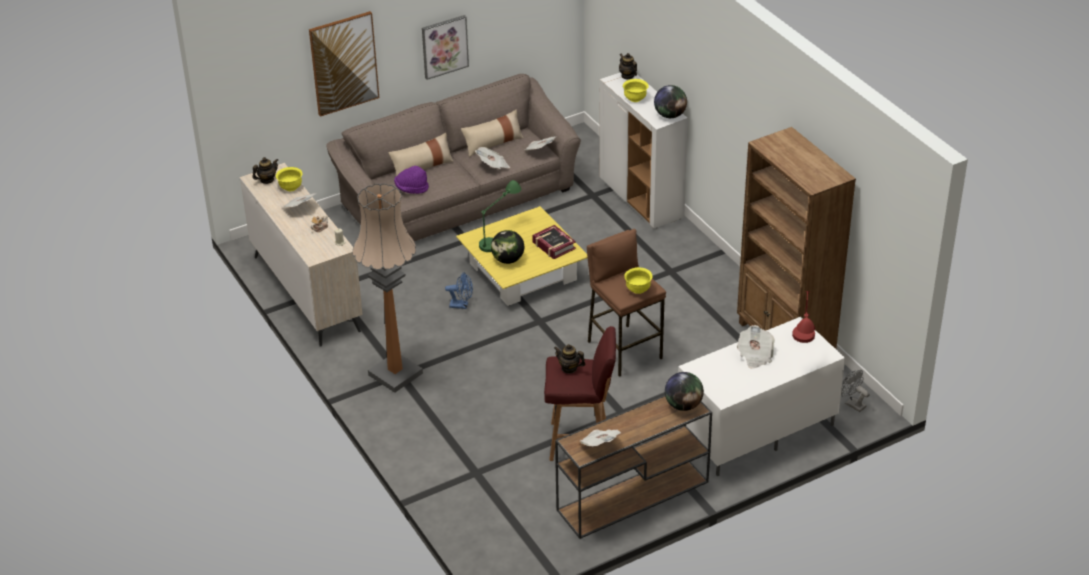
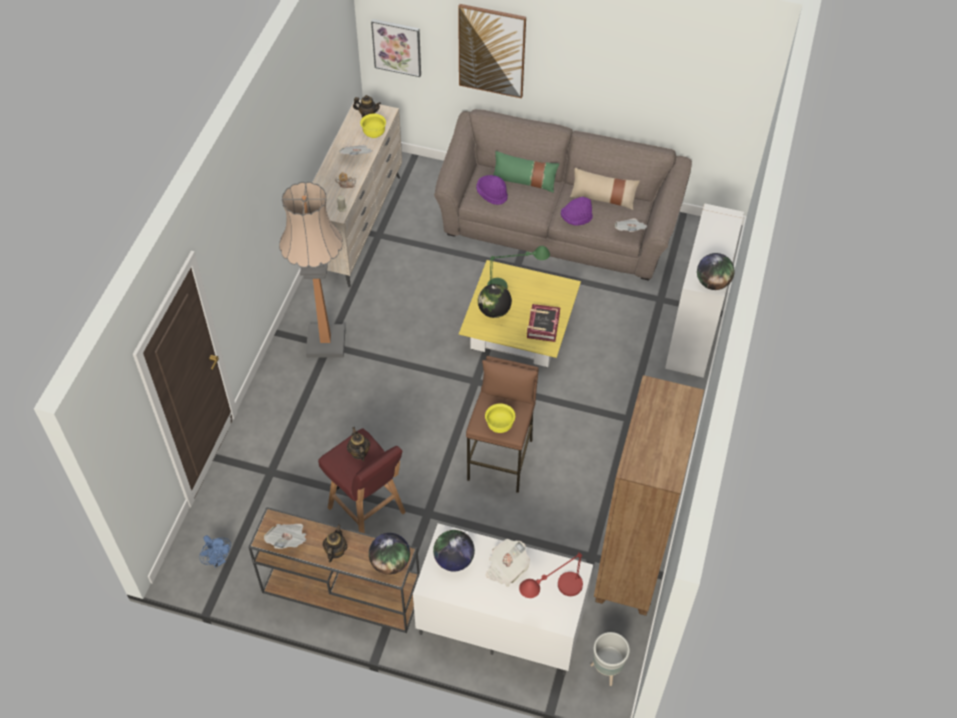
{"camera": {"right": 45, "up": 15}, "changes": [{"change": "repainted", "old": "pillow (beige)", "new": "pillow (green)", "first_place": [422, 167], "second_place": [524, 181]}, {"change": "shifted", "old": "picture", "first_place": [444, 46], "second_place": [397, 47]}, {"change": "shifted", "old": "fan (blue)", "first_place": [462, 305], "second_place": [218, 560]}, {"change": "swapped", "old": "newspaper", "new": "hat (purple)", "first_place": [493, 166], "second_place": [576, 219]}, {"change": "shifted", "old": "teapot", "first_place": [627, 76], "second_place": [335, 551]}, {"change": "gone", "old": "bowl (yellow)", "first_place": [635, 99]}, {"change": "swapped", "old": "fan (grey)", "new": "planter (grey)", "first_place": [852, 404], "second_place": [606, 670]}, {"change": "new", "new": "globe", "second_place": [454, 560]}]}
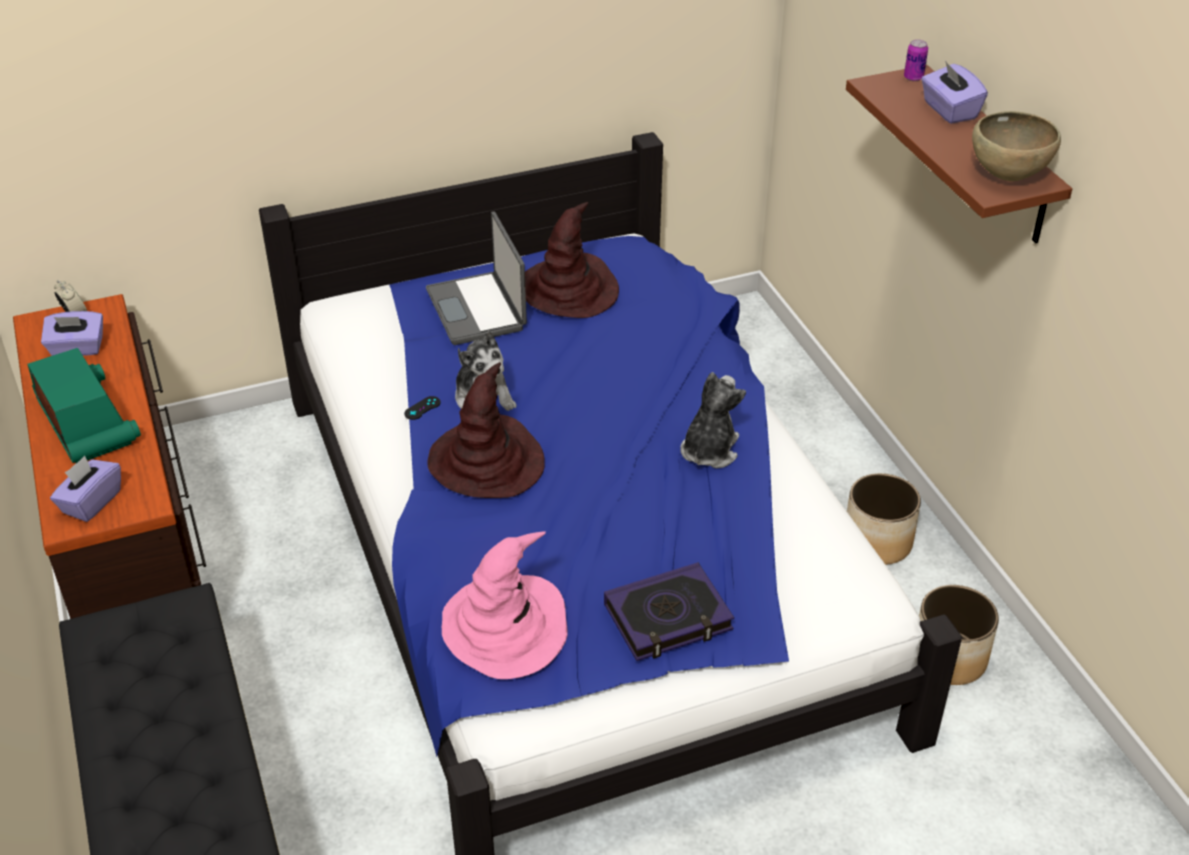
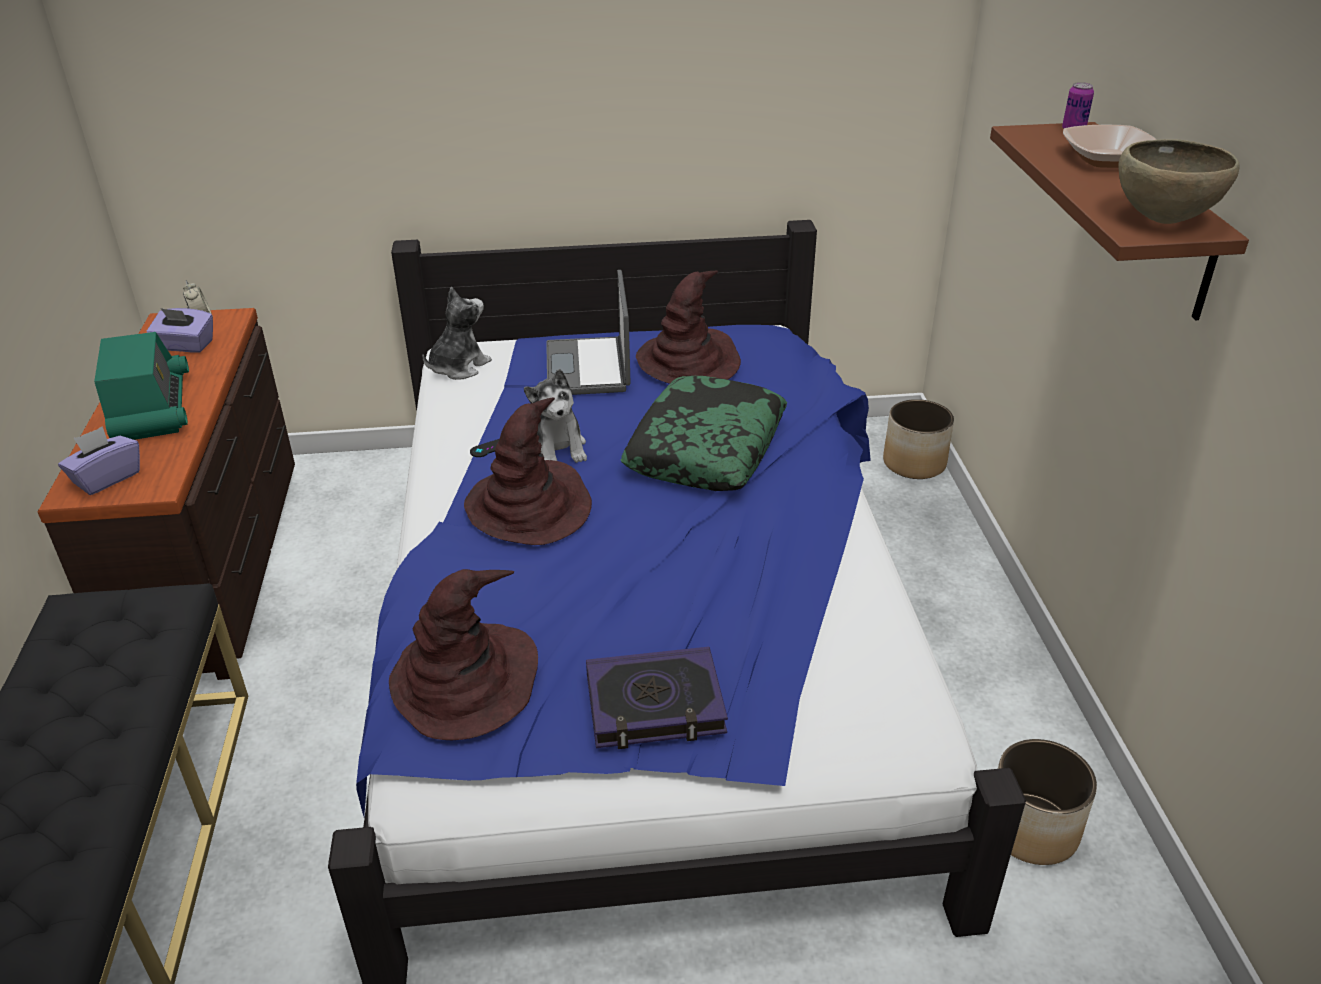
{"camera": {"right": 15, "up": -5}, "changes": [{"change": "repainted", "old": "hat (pink)", "new": "hat (brown)", "first_place": [505, 627], "second_place": [465, 681]}, {"change": "shifted", "old": "plush toy", "first_place": [709, 450], "second_place": [458, 367]}, {"change": "shifted", "old": "planter", "first_place": [877, 542], "second_place": [914, 463]}, {"change": "swapped", "old": "tissue box (purple)", "new": "bowl", "first_place": [949, 110], "second_place": [1107, 159]}, {"change": "new", "new": "pillow", "second_place": [705, 448]}]}
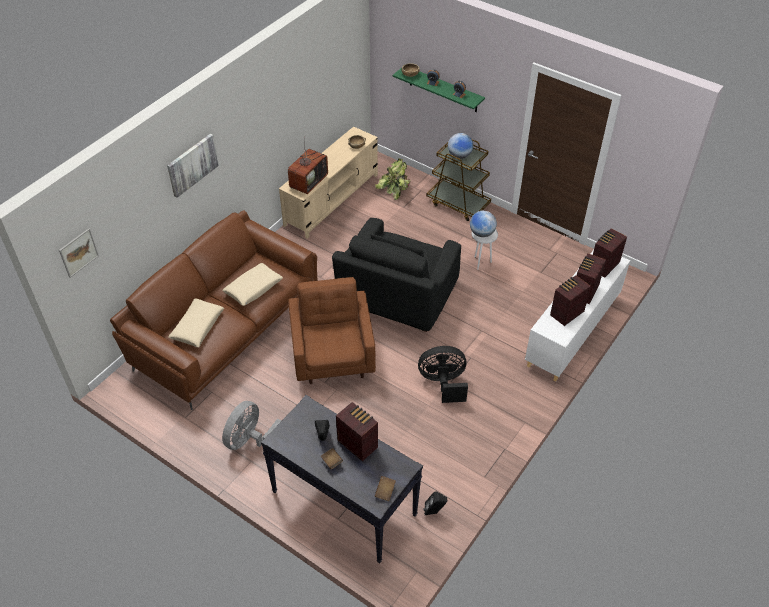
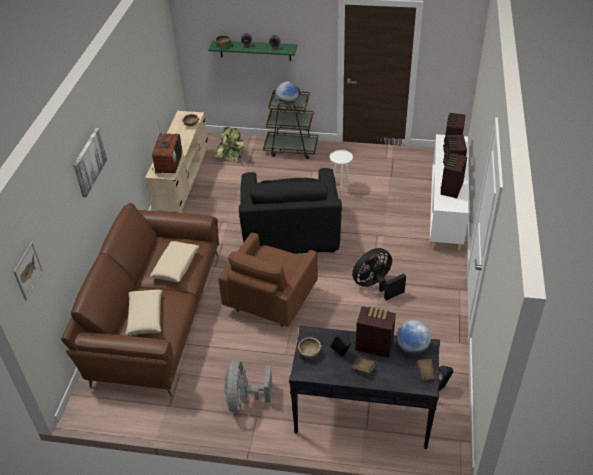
{"camera": {"right": -25, "up": -5}, "changes": [{"change": "rotated", "old": "armchair (brown)", "first_place": [333, 356], "second_place": [270, 300], "degrees": -120}, {"change": "shifted", "old": "globe", "first_place": [482, 233], "second_place": [412, 347]}, {"change": "new", "new": "bowl (brown)", "second_place": [309, 352]}]}
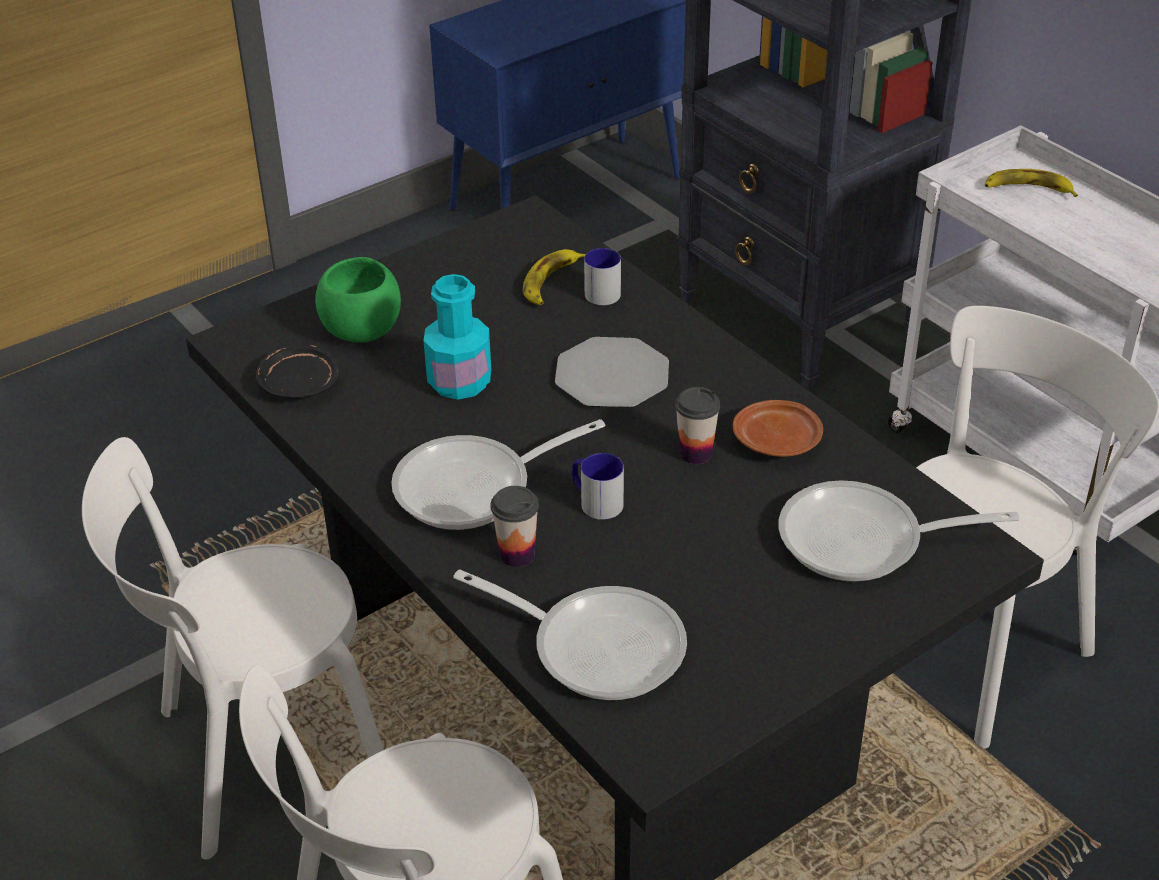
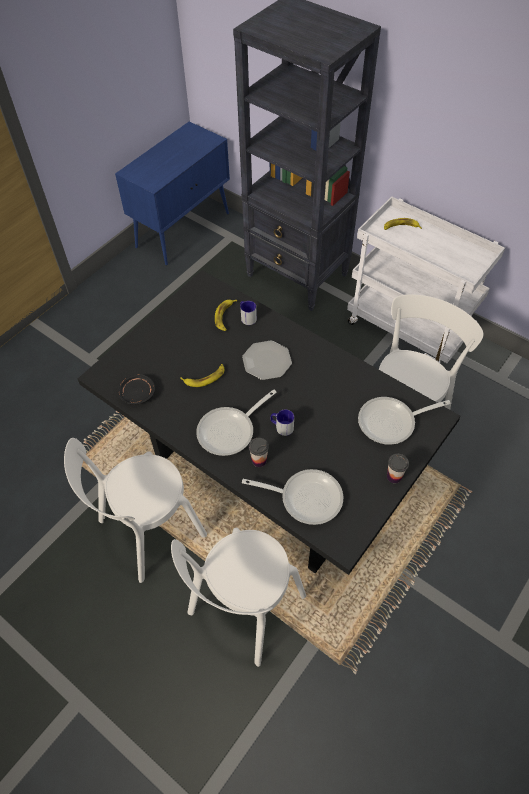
{"camera": {"right": -15, "up": 15}, "changes": [{"change": "gone", "old": "bowl (green)", "first_place": [361, 331]}, {"change": "swapped", "old": "bottle (turquoise)", "new": "banana", "first_place": [459, 382], "second_place": [205, 377]}, {"change": "shifted", "old": "cup", "first_place": [695, 453], "second_place": [394, 476]}, {"change": "gone", "old": "plate (brown)", "first_place": [778, 441]}]}
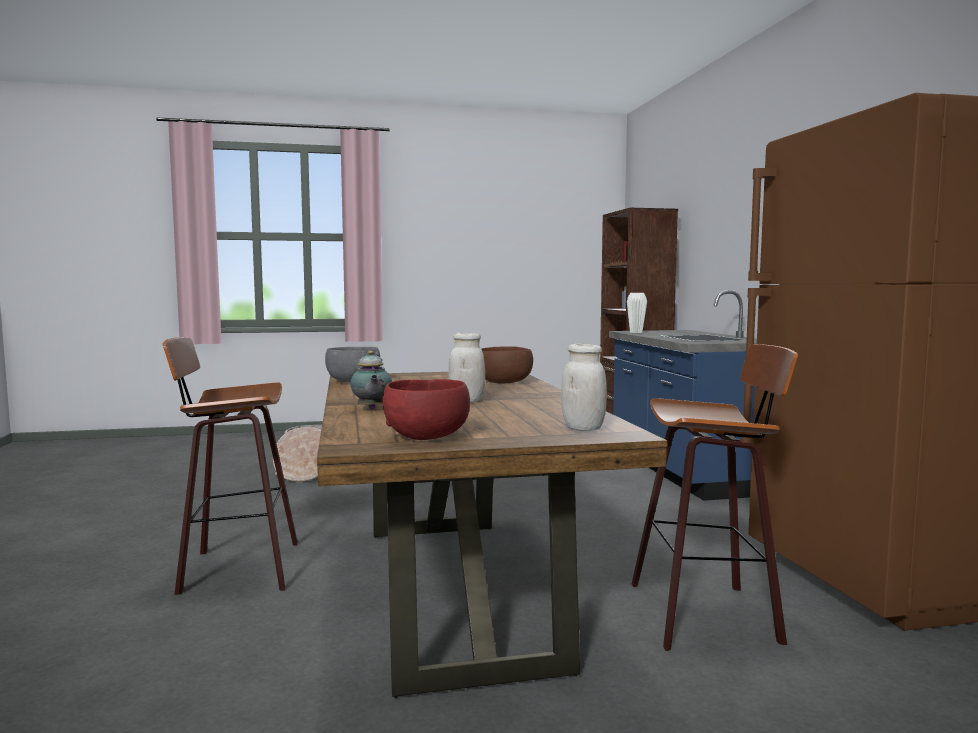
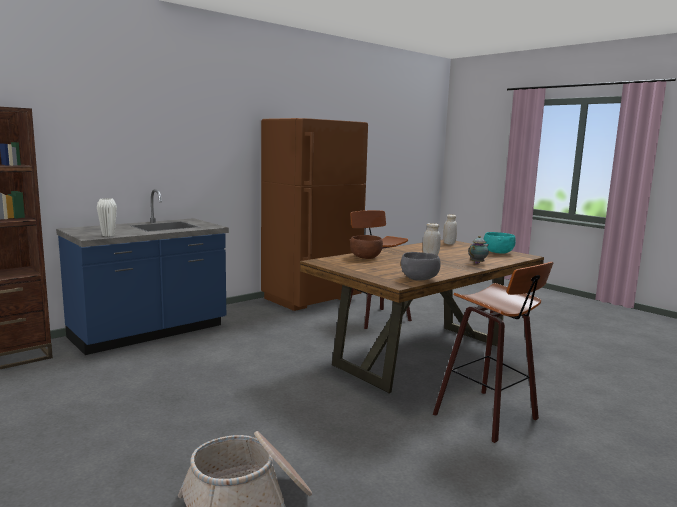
{"camera": {"right": -120, "up": 5}, "changes": [{"change": "repainted", "old": "bowl (red)", "new": "bowl (turquoise)", "first_place": [428, 436], "second_place": [497, 252]}]}
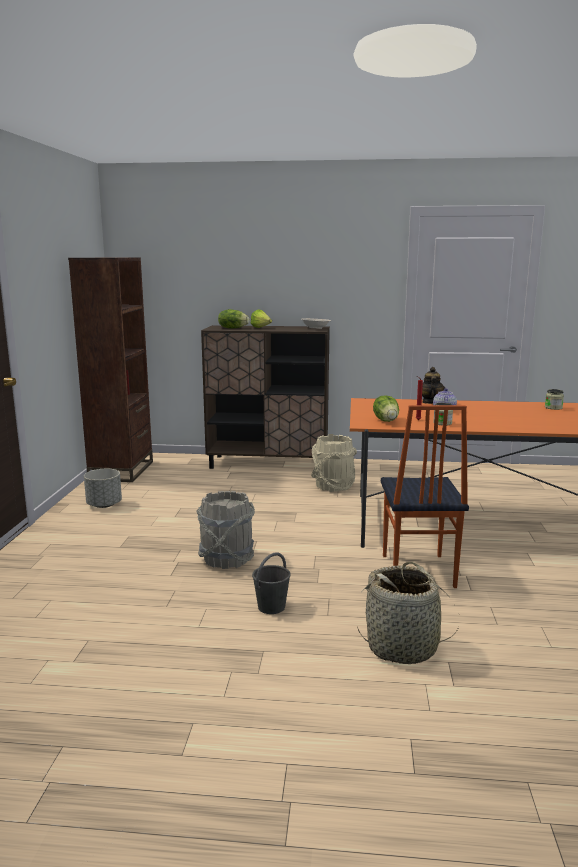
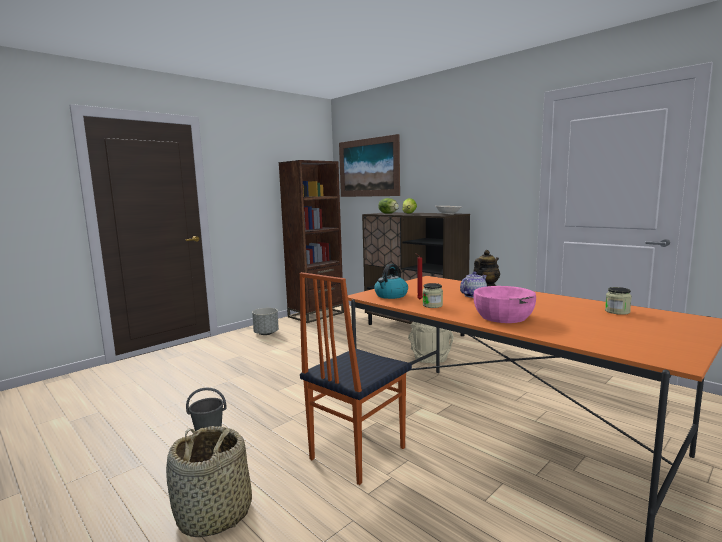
{"camera": {"right": 40, "up": -5}, "changes": [{"change": "gone", "old": "bucket (grey)", "first_place": [227, 559]}, {"change": "swapped", "old": "lettuce", "new": "kettle", "first_place": [386, 421], "second_place": [391, 295]}, {"change": "new", "new": "picture", "second_place": [368, 167]}, {"change": "new", "new": "bowl (pink)", "second_place": [503, 316]}]}
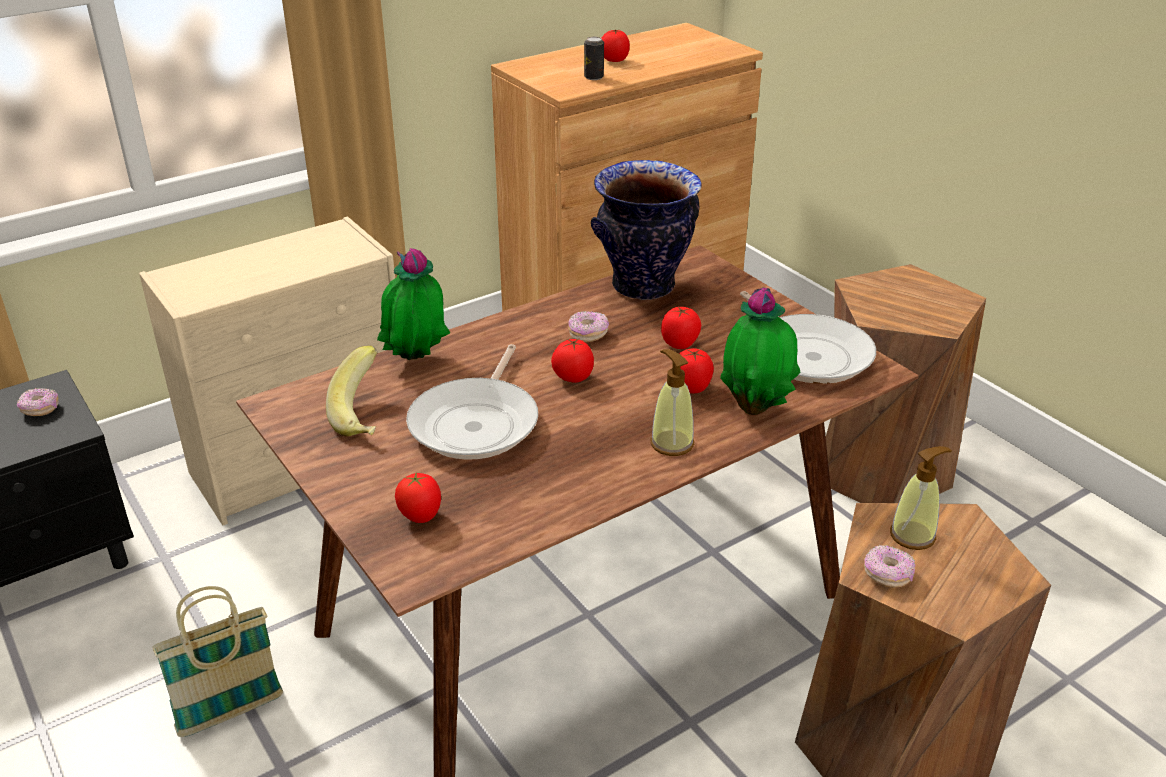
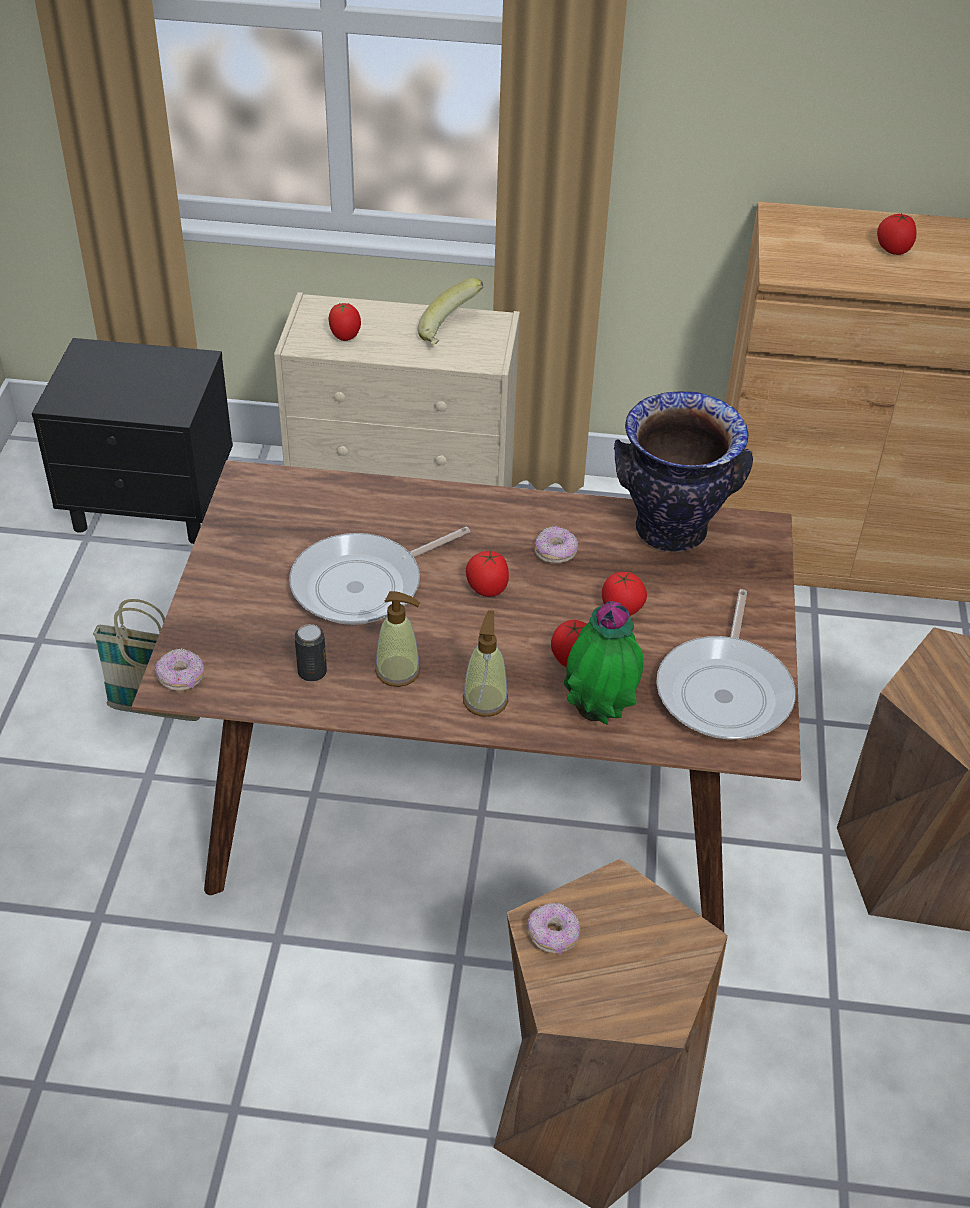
{"camera": {"right": 40, "up": 10}, "changes": [{"change": "shifted", "old": "donut", "first_place": [40, 409], "second_place": [181, 678]}, {"change": "shifted", "old": "banana", "first_place": [366, 416], "second_place": [451, 332]}, {"change": "gone", "old": "potted plant", "first_place": [416, 361]}, {"change": "shifted", "old": "tomato", "first_place": [421, 517], "second_place": [345, 337]}, {"change": "shifted", "old": "can", "first_place": [594, 77], "second_place": [312, 672]}, {"change": "shifted", "old": "soap dispenser", "first_place": [913, 535], "second_place": [398, 671]}]}
